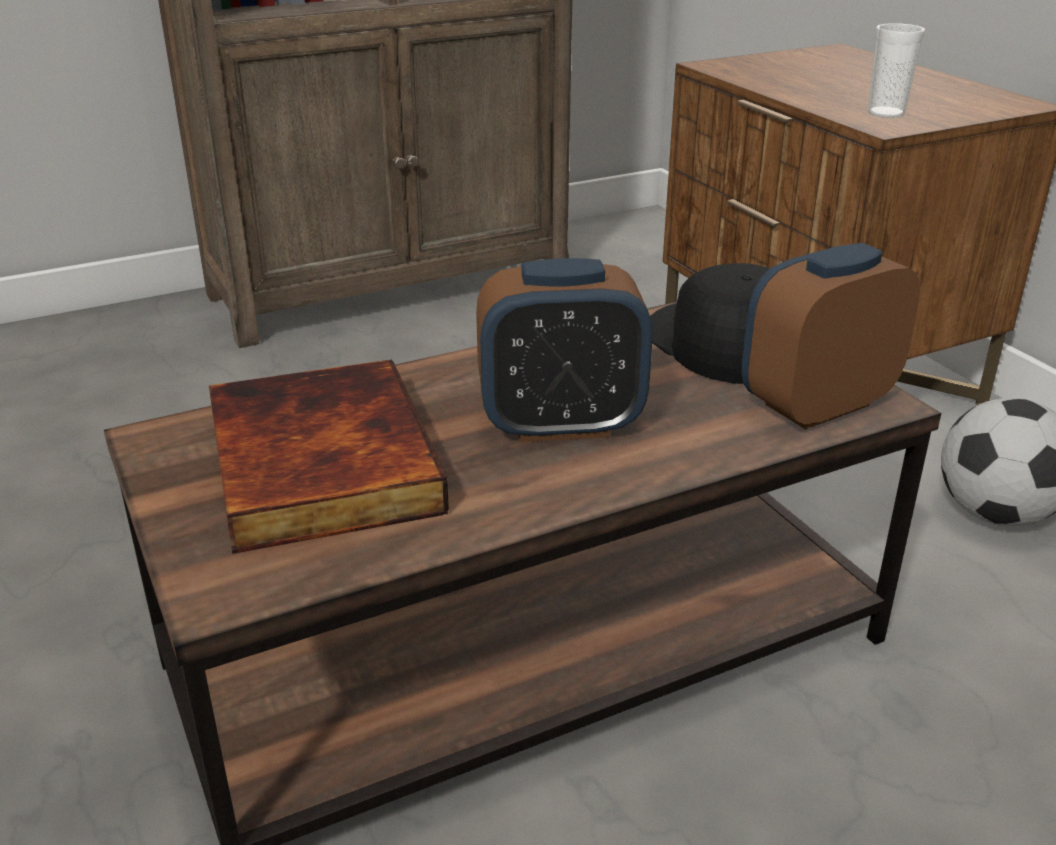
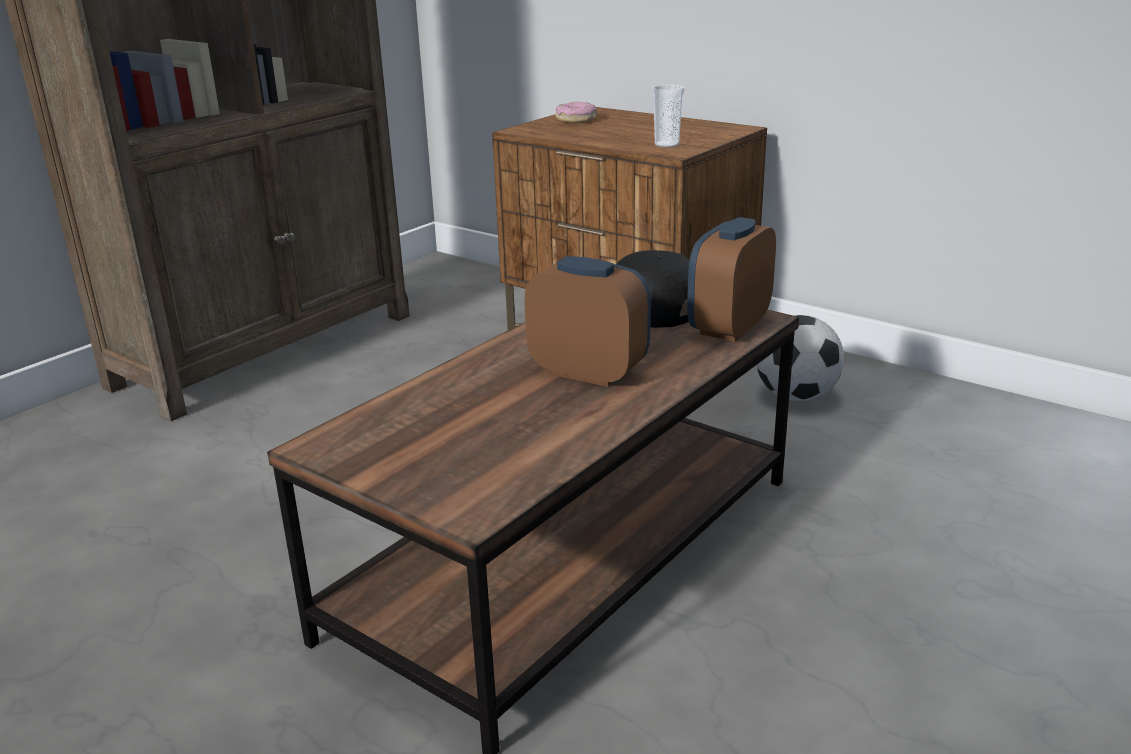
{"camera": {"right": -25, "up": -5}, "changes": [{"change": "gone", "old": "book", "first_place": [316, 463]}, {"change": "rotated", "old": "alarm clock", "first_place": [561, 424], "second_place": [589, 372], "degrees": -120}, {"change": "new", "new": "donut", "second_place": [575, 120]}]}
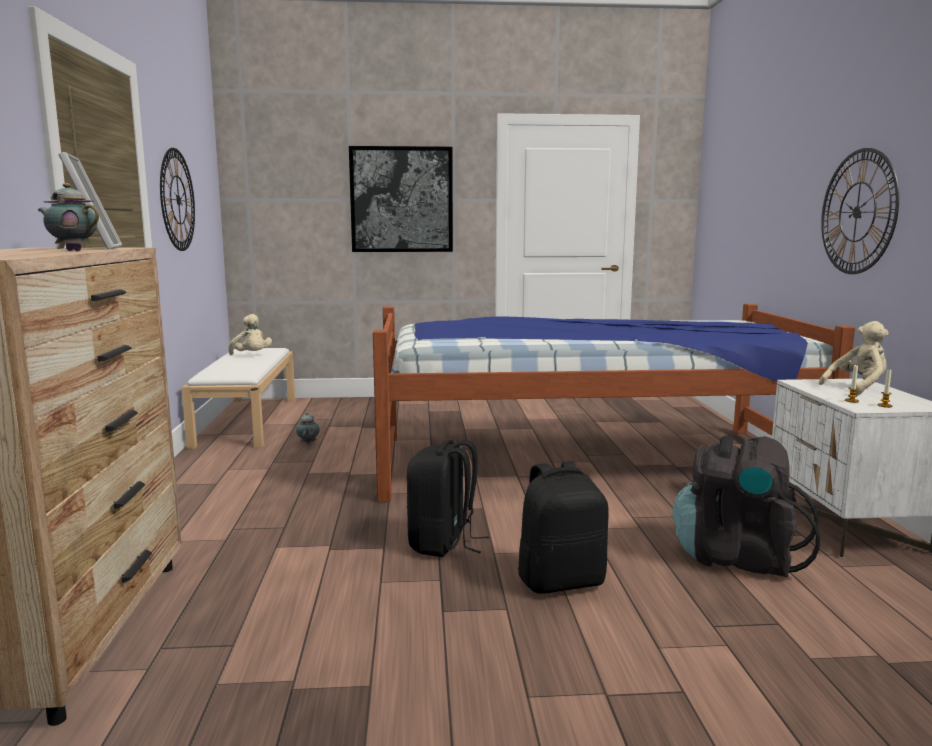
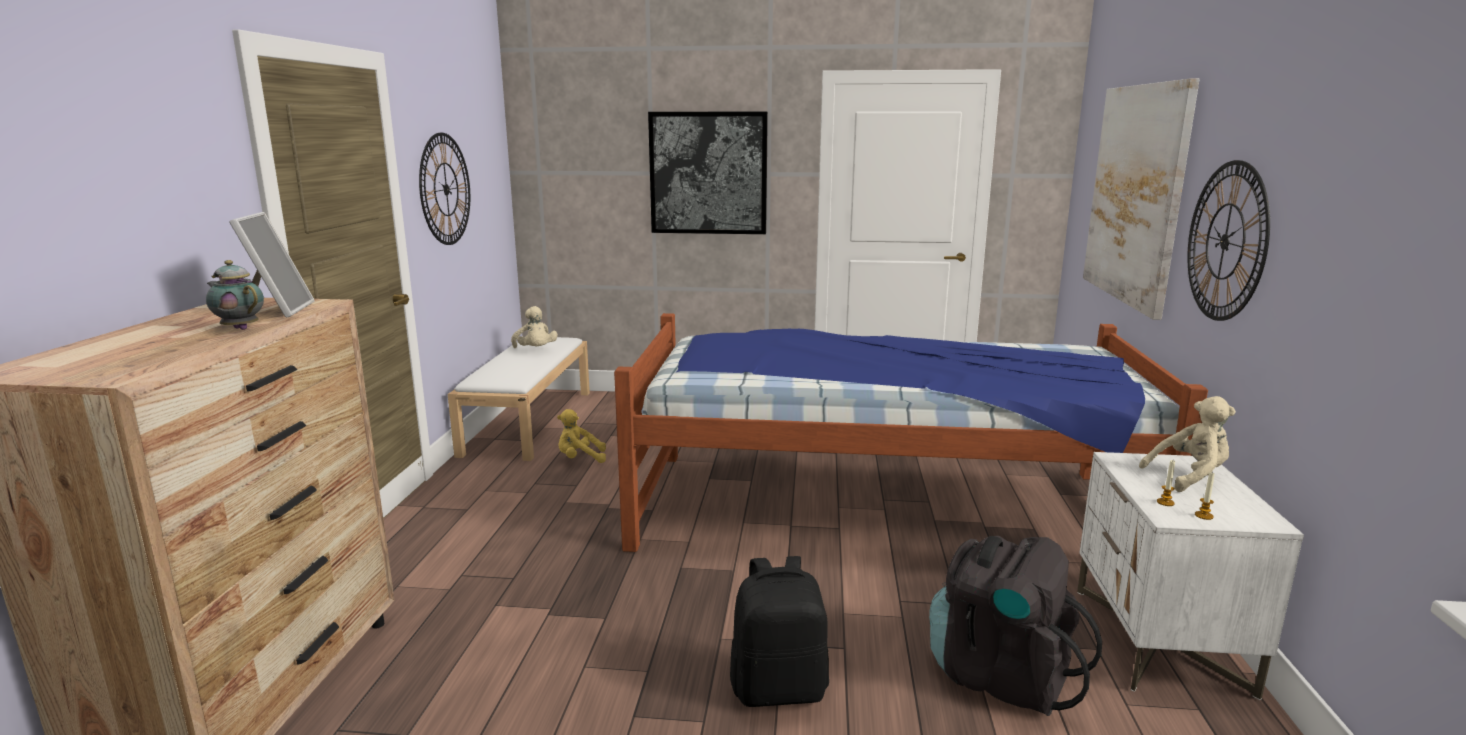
{"camera": {"right": 10, "up": 5}, "changes": [{"change": "swapped", "old": "teapot", "new": "plush toy (yellow)", "first_place": [308, 443], "second_place": [580, 459]}, {"change": "gone", "old": "backpack (black)", "first_place": [443, 543]}, {"change": "new", "new": "picture", "second_place": [1136, 194]}]}
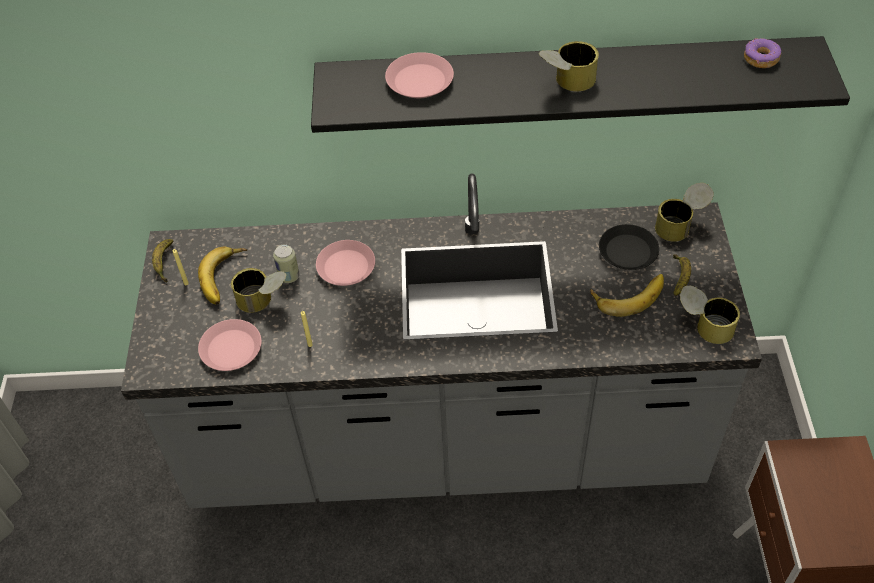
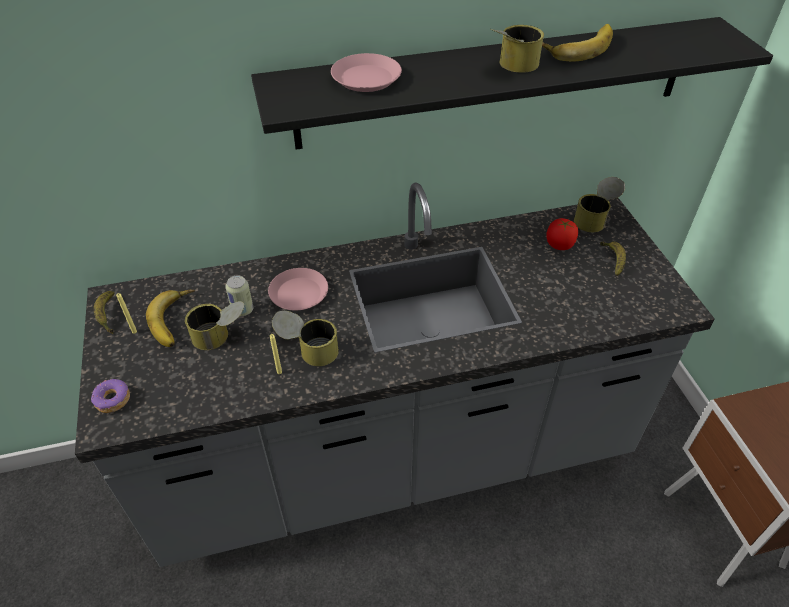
{"camera": {"right": -15, "up": -5}, "changes": [{"change": "gone", "old": "plate (pink)", "first_place": [231, 349]}, {"change": "shifted", "old": "banana", "first_place": [628, 294], "second_place": [578, 46]}, {"change": "swapped", "old": "plate (black)", "new": "tomato", "first_place": [628, 251], "second_place": [559, 245]}, {"change": "shifted", "old": "can", "first_place": [704, 326], "second_place": [308, 350]}, {"change": "shifted", "old": "donut", "first_place": [760, 59], "second_place": [112, 400]}]}
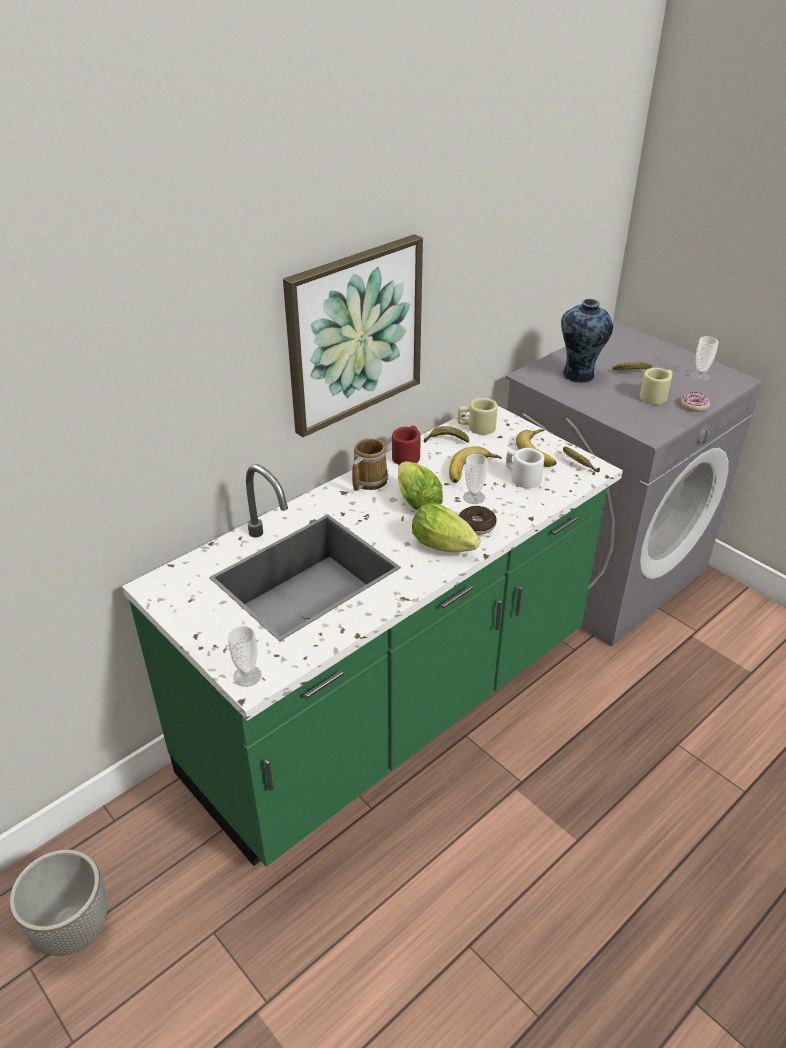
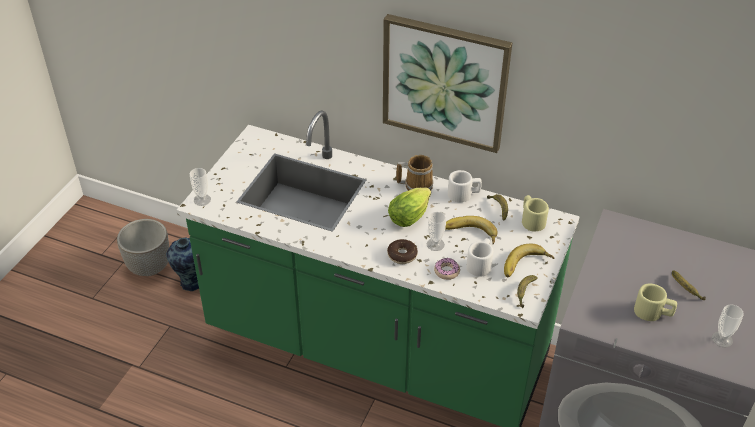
{"camera": {"right": 65, "up": 5}, "changes": [{"change": "repainted", "old": "mug (red)", "new": "mug (white)", "first_place": [407, 455], "second_place": [464, 194]}, {"change": "gone", "old": "lettuce", "first_place": [446, 547]}, {"change": "shifted", "old": "vase", "first_place": [579, 376], "second_place": [190, 283]}, {"change": "shifted", "old": "donut", "first_place": [694, 406], "second_place": [446, 271]}]}
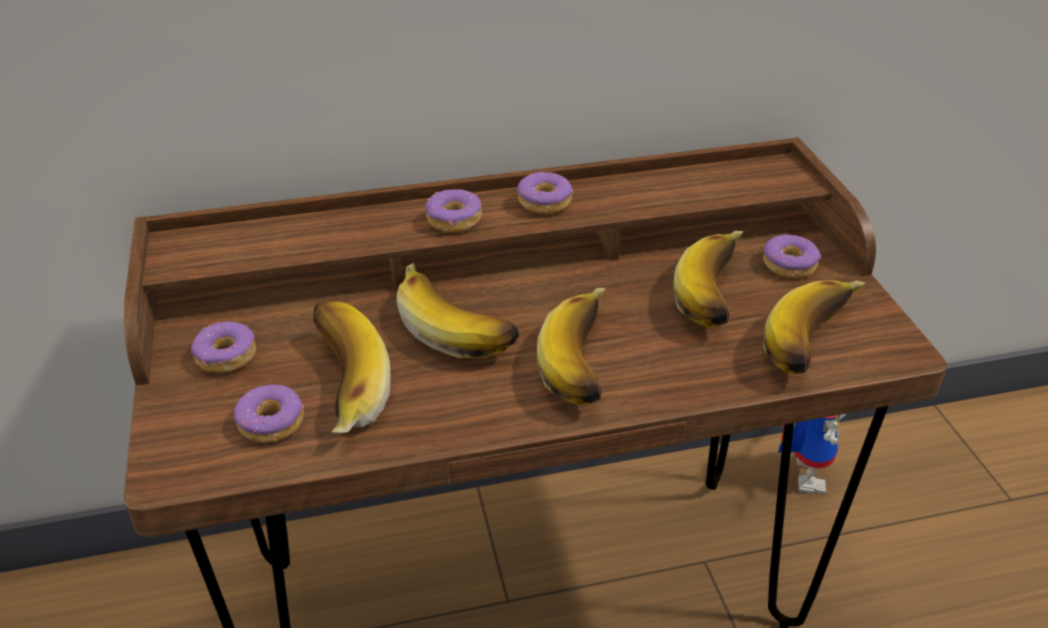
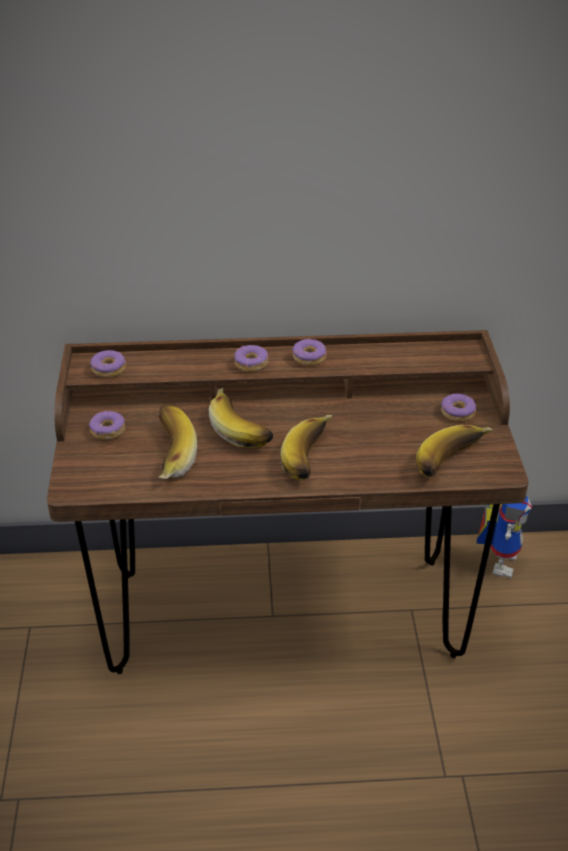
{"camera": {"right": 10, "up": 0}, "changes": [{"change": "shifted", "old": "donut", "first_place": [272, 422], "second_place": [109, 369]}, {"change": "gone", "old": "banana", "first_place": [720, 296]}]}
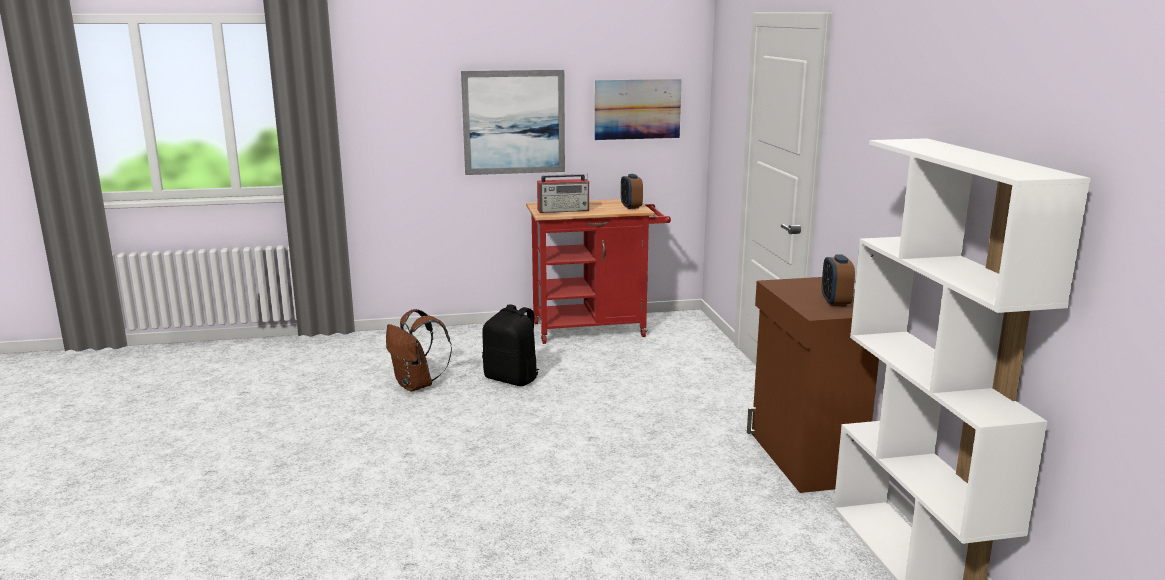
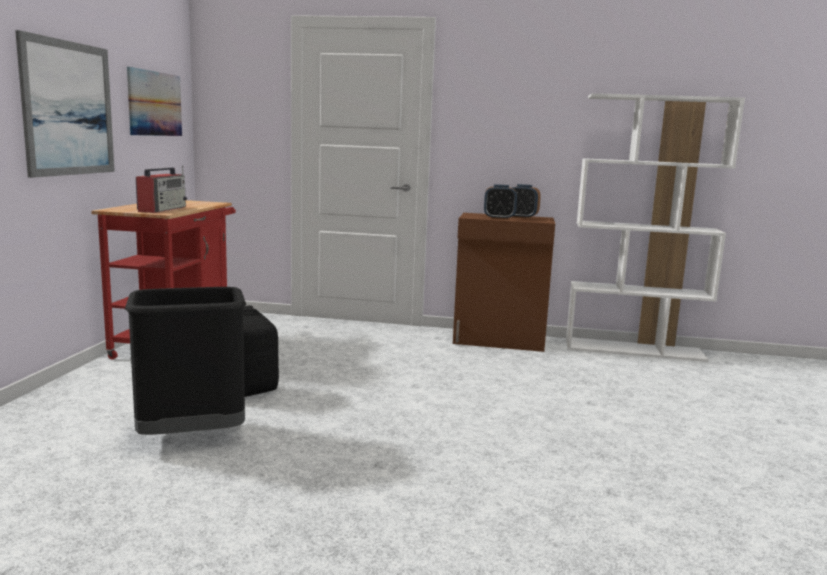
{"camera": {"right": -70, "up": -5}, "changes": [{"change": "swapped", "old": "backpack (brown)", "new": "trash can (black)", "first_place": [417, 385], "second_place": [192, 437]}, {"change": "shifted", "old": "alarm clock", "first_place": [631, 206], "second_place": [499, 218]}]}
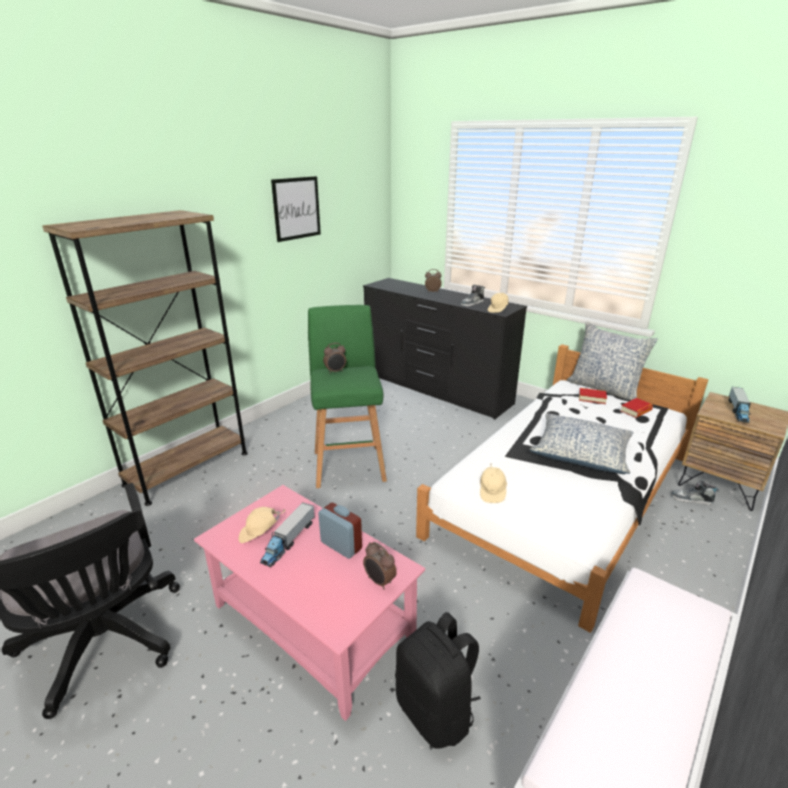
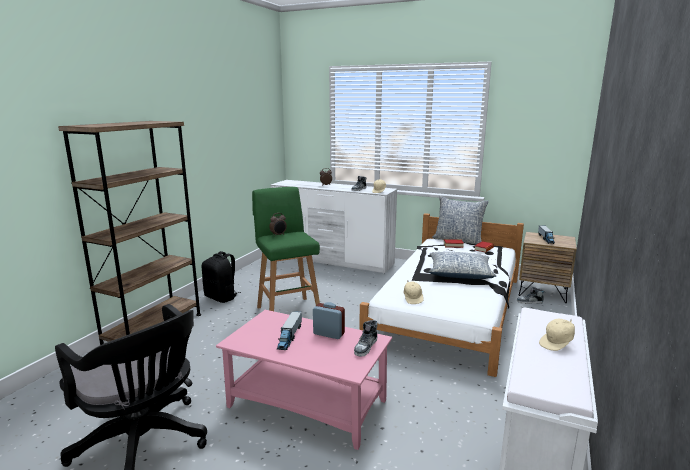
{"camera": {"right": -15, "up": -10}, "changes": [{"change": "shifted", "old": "cap (beige)", "first_place": [260, 534], "second_place": [557, 344]}, {"change": "gone", "old": "picture", "first_place": [296, 208]}, {"change": "repainted", "old": "dresser (black)", "new": "dresser (white)", "first_place": [436, 389], "second_place": [333, 260]}, {"change": "swapped", "old": "alarm clock", "new": "shoe", "first_place": [379, 581], "second_place": [366, 347]}, {"change": "shifted", "old": "backpack (black)", "first_place": [436, 711], "second_place": [222, 297]}]}
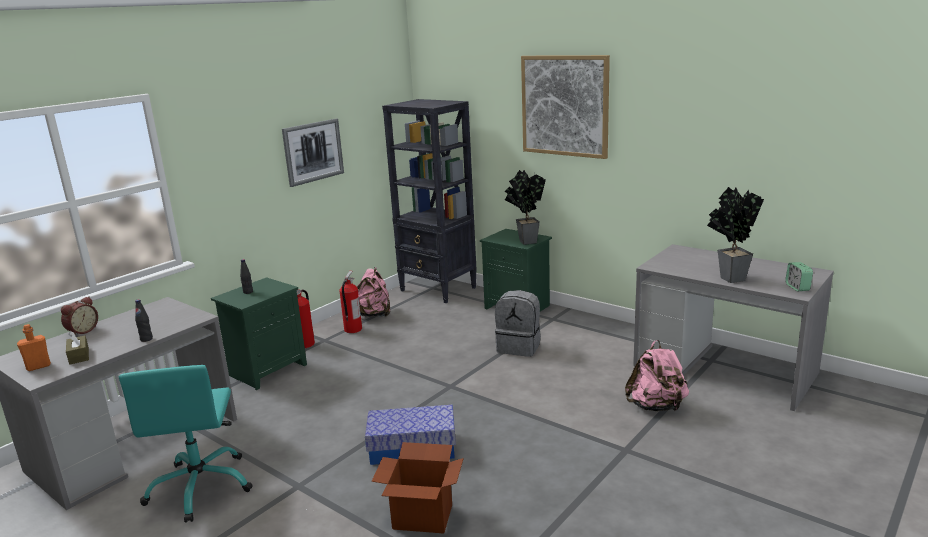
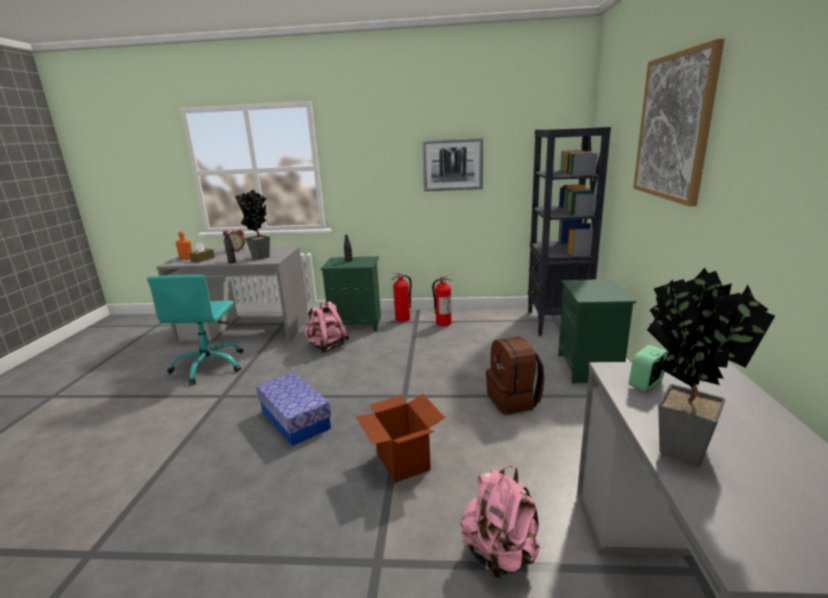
{"camera": {"right": 55, "up": 0}, "changes": [{"change": "rotated", "old": "office chair (turquoise)", "first_place": [201, 487], "second_place": [209, 366], "degrees": -45}, {"change": "shifted", "old": "backpack (pink)", "first_place": [373, 314], "second_place": [327, 346]}, {"change": "shifted", "old": "cardboard box", "first_place": [422, 517], "second_place": [402, 461]}, {"change": "repainted", "old": "backpack (grey)", "new": "backpack (brown)", "first_place": [519, 347], "second_place": [513, 400]}, {"change": "shifted", "old": "potted plant", "first_place": [524, 241], "second_place": [260, 256]}, {"change": "shifted", "old": "alarm clock", "first_place": [797, 287], "second_place": [646, 384]}]}
